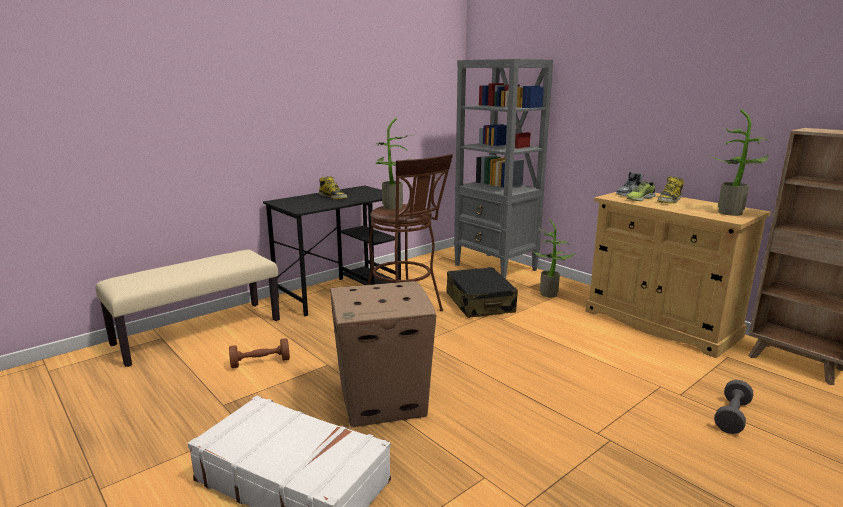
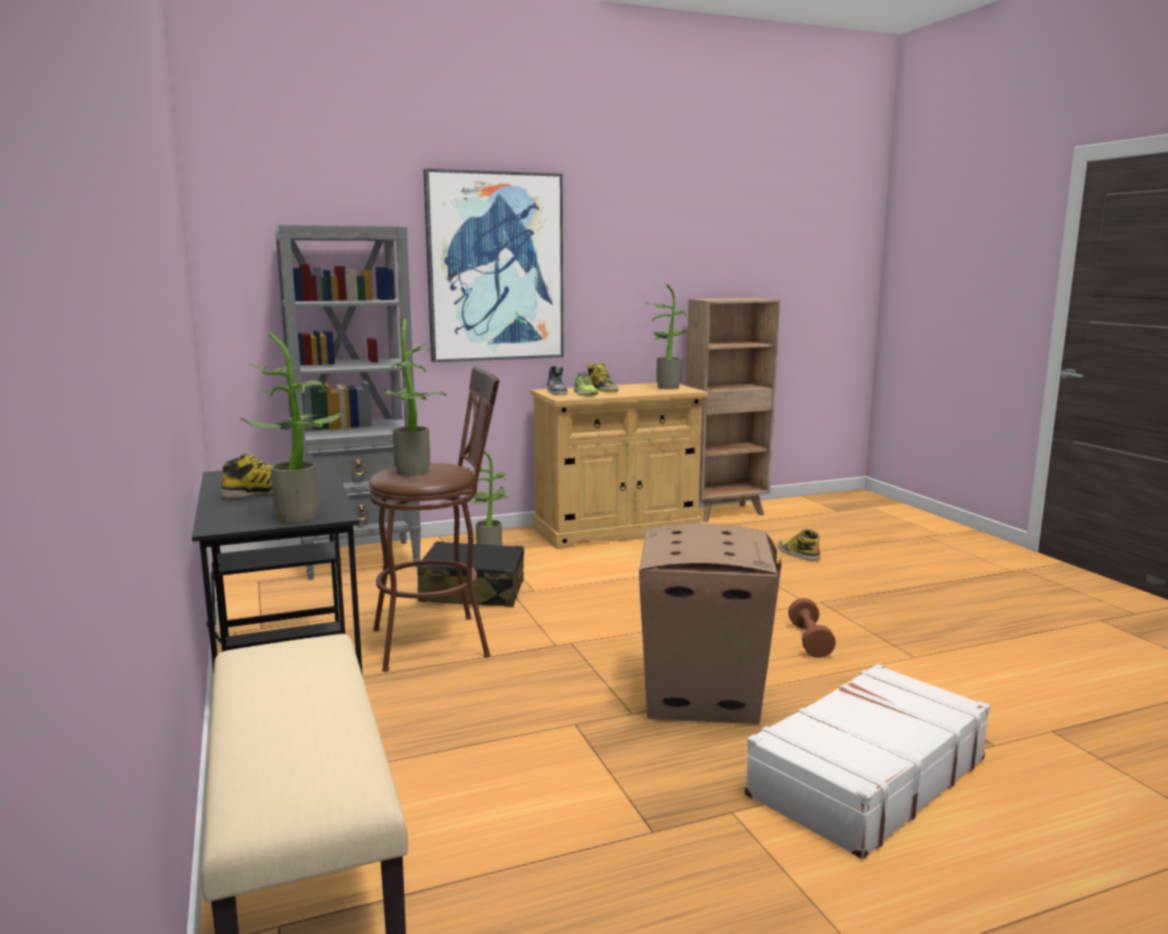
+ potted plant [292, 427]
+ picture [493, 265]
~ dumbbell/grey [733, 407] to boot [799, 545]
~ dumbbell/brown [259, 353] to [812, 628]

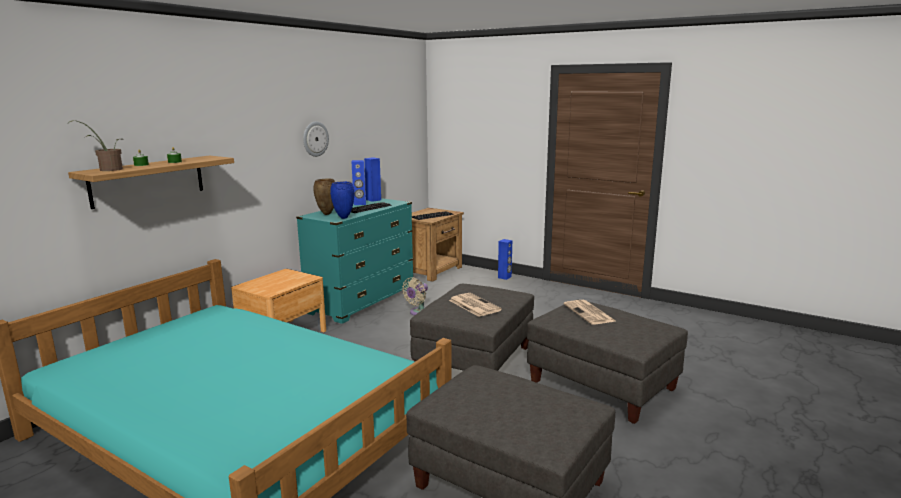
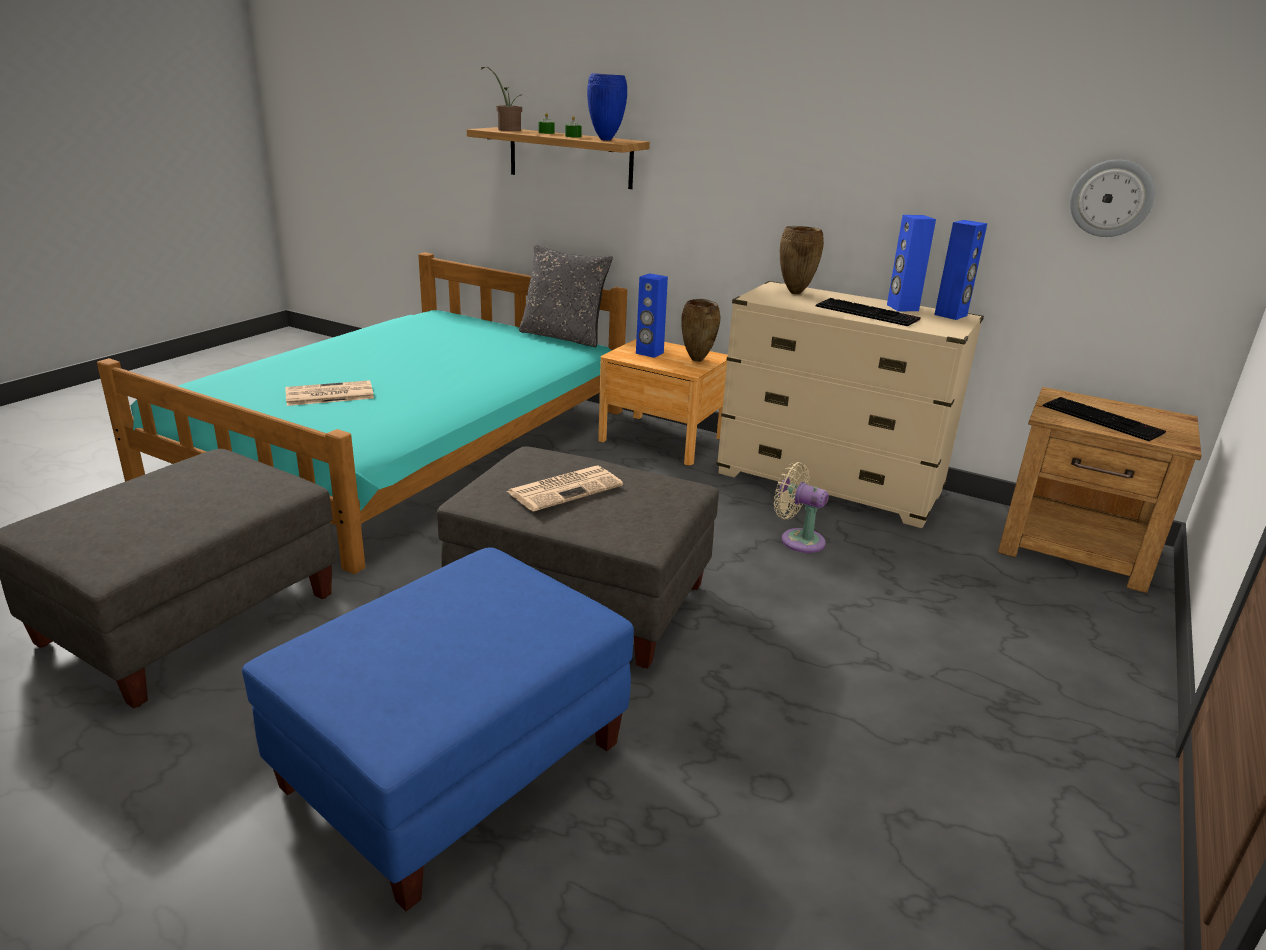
~ ottoman/grey [607, 363] to ottoman/blue [438, 729]
~ newspaper [590, 312] to [329, 393]
+ pillow/grey [566, 295]
~ vase/blue [342, 200] to [607, 106]
~ speaker/blue [505, 259] to [652, 315]
+ vase/brown [700, 330]
~ dresser/turquoise [354, 261] to dresser/beige [850, 404]
~ wall clock [316, 139] to [1112, 198]

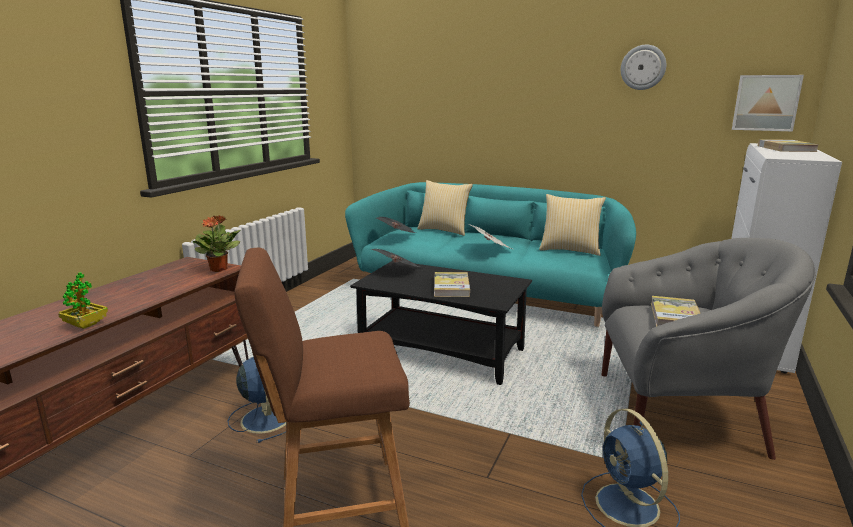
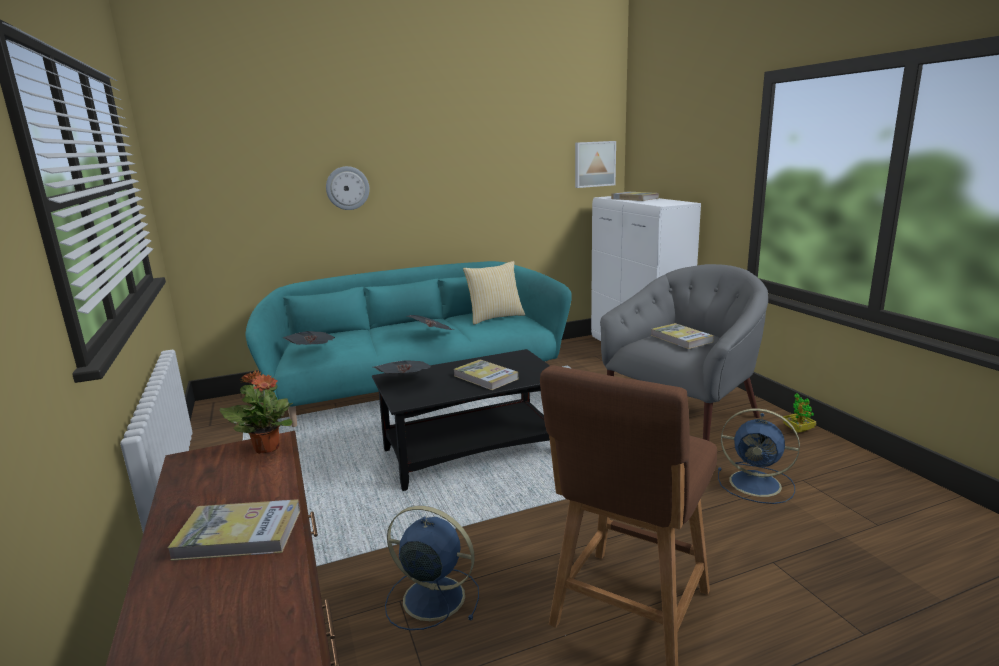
+ book [234, 530]
~ wall clock [643, 67] to [348, 188]
~ potted plant [83, 300] to [799, 413]
- pillow [445, 208]

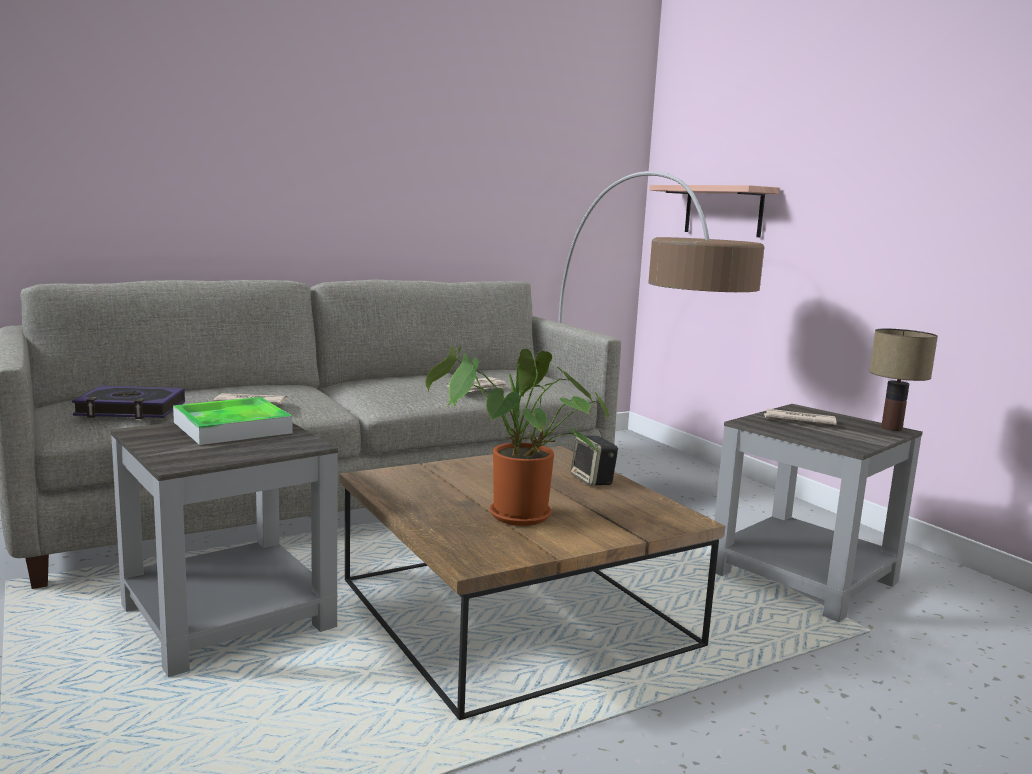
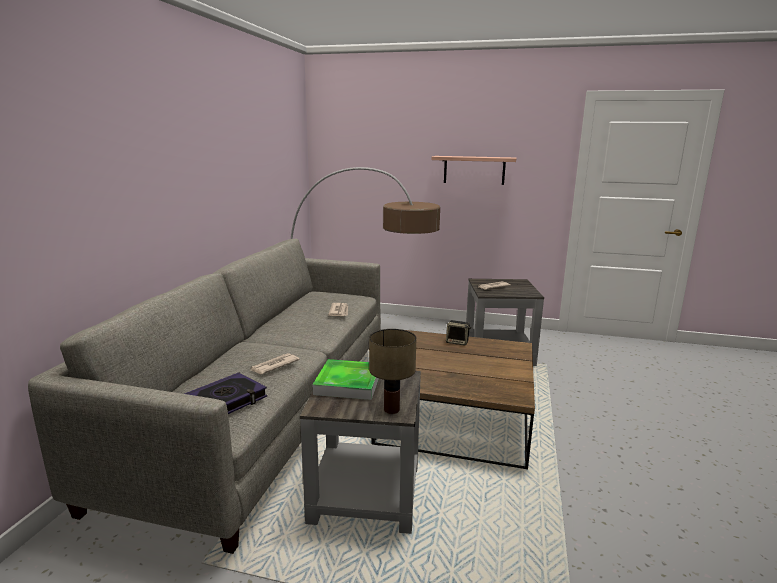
~ table lamp [903, 380] to [393, 371]
~ shelf [714, 211] to [473, 170]
- potted plant [517, 436]

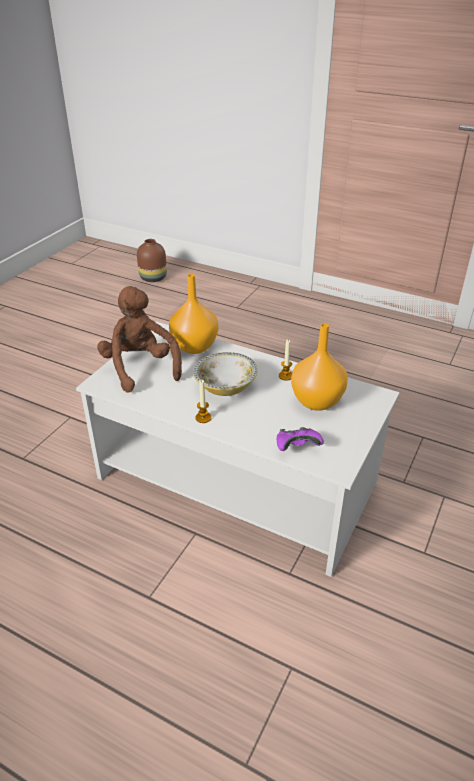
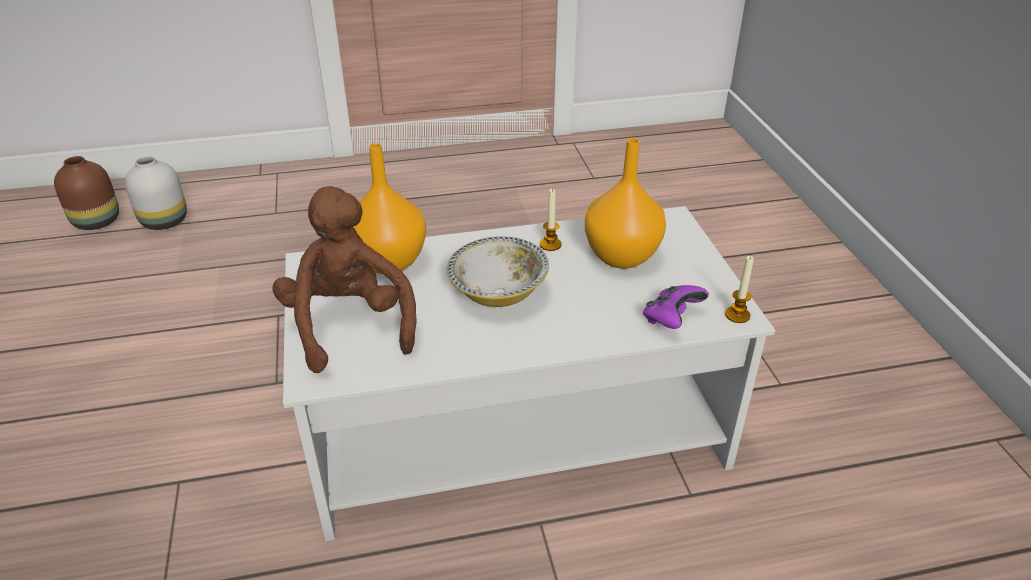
+ vase/white [156, 193]
~ plush toy/brown [139, 339] = [344, 279] 45 degrees clockwise
~ candle [203, 401] to [739, 289]

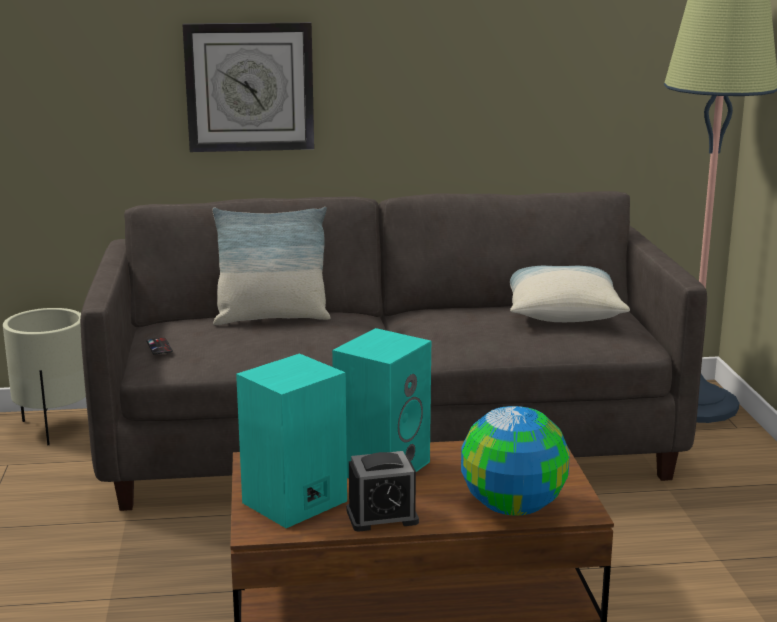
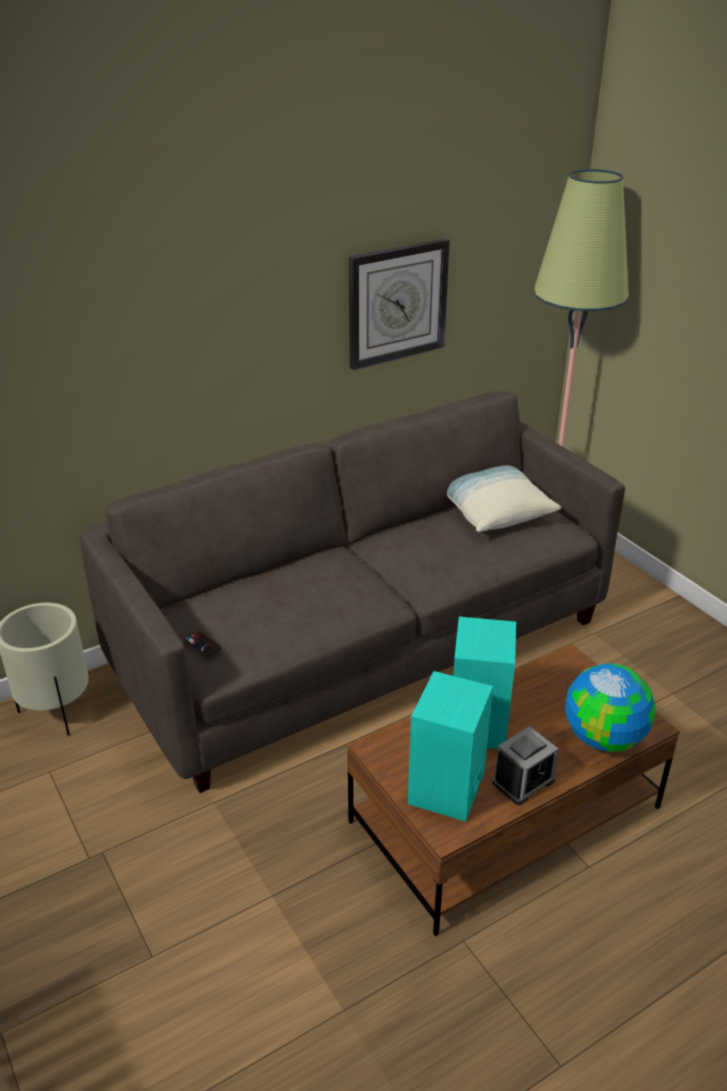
~ wall clock [248, 87] to [399, 304]
- pillow [271, 266]

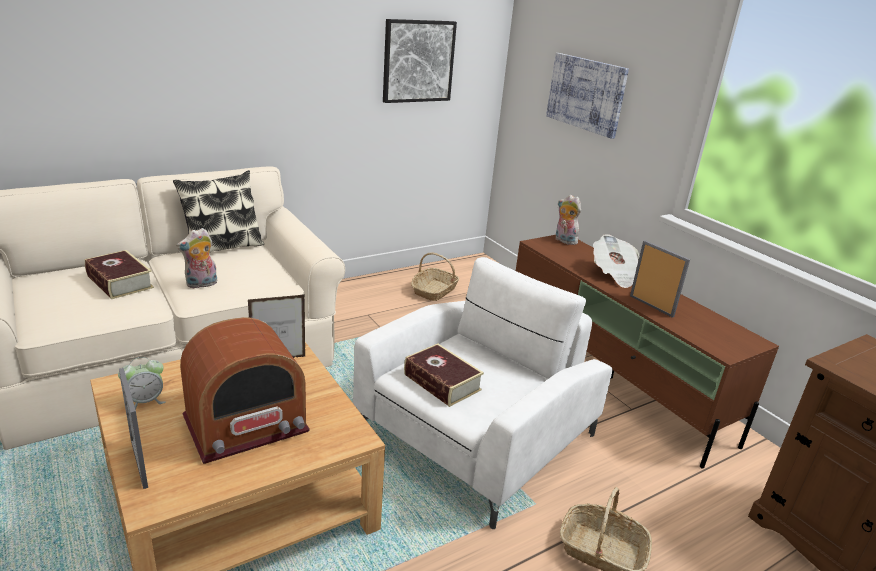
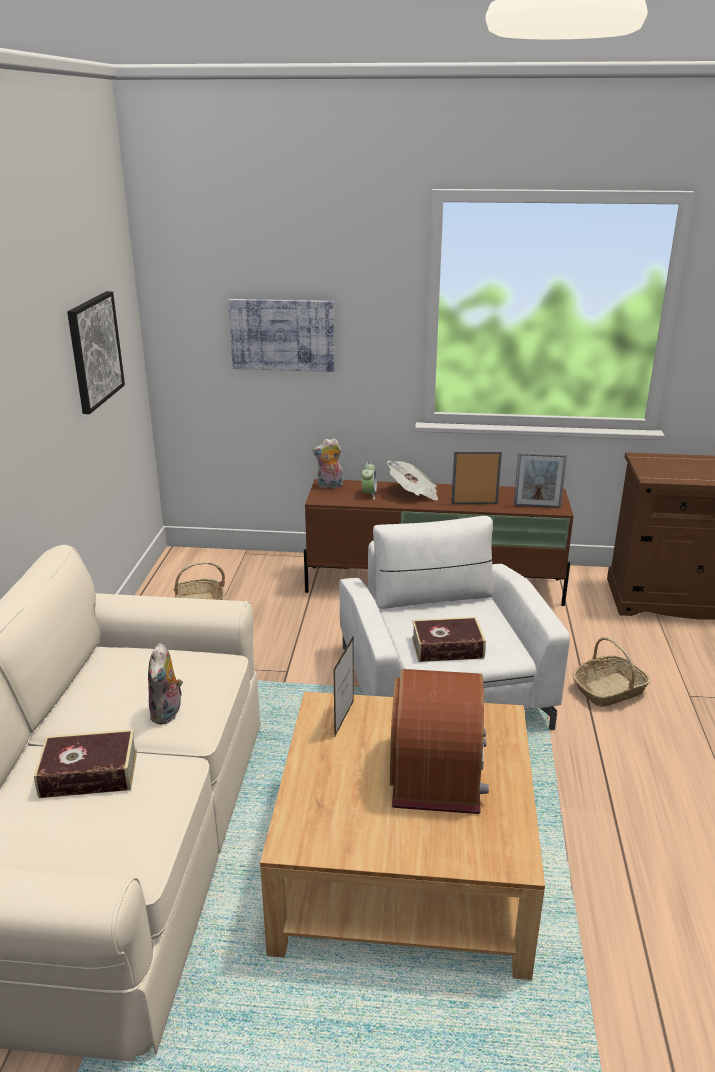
~ alarm clock [142, 383] to [369, 481]
~ picture frame [133, 428] to [540, 480]
- pillow [218, 211]

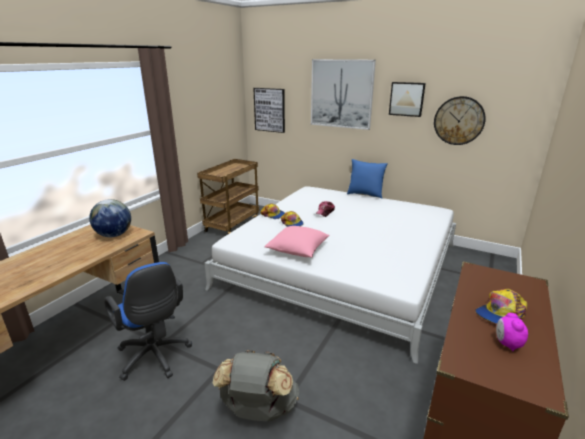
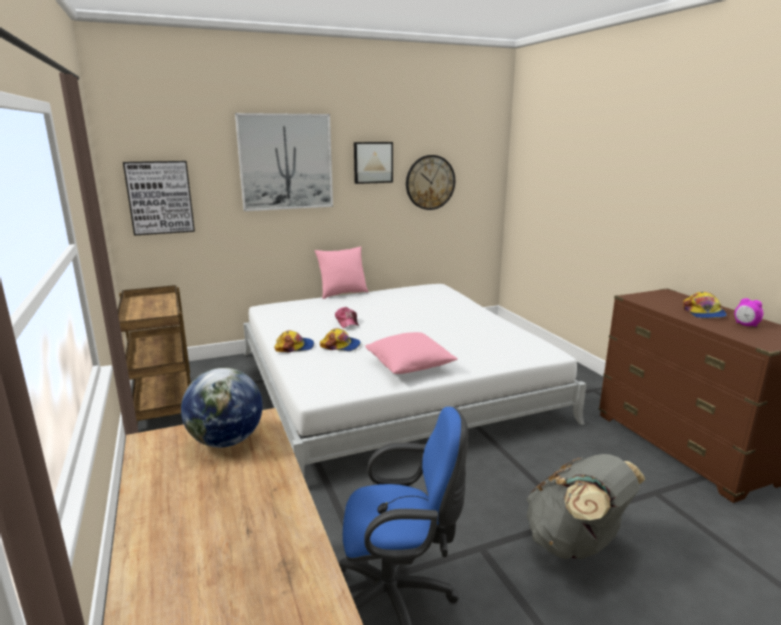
~ pillow/blue [367, 179] to pillow/pink [341, 273]

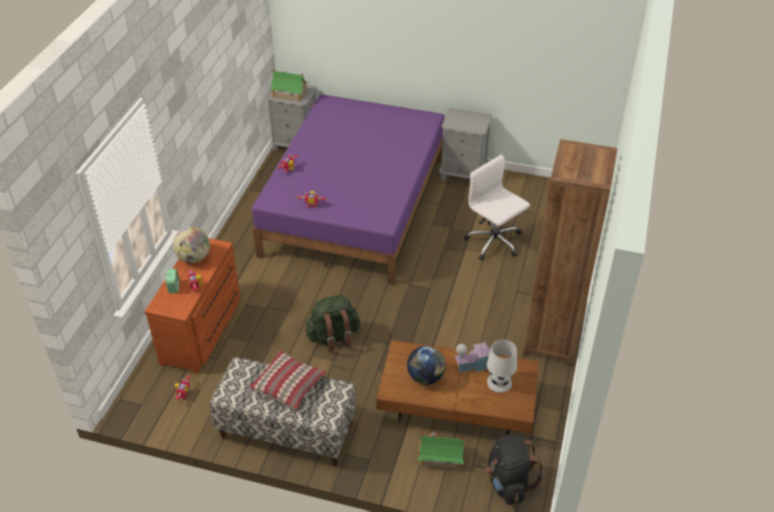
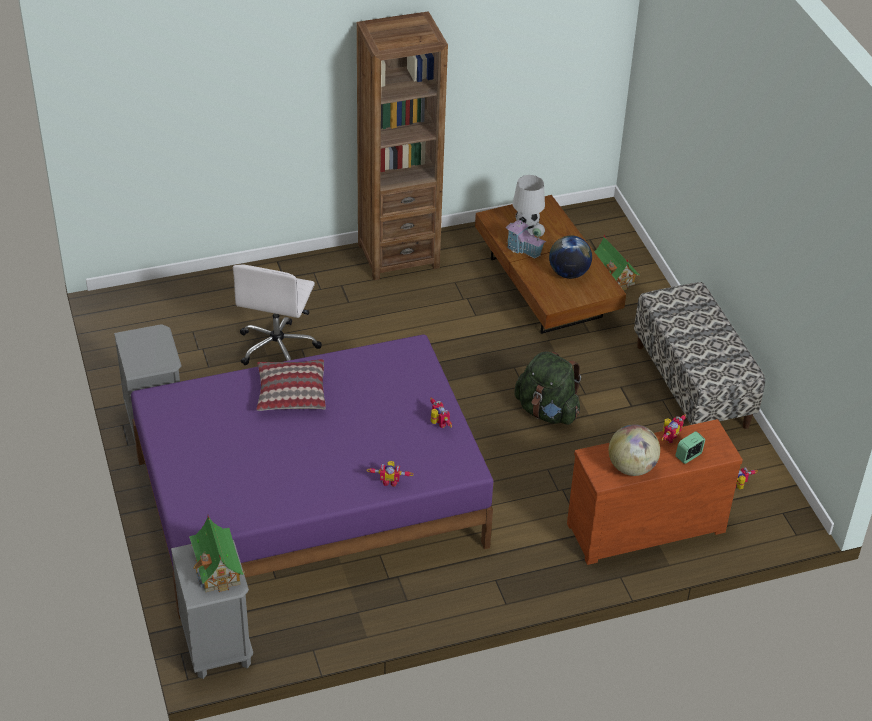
~ pillow [287, 380] to [291, 385]
- backpack/black [514, 470]

